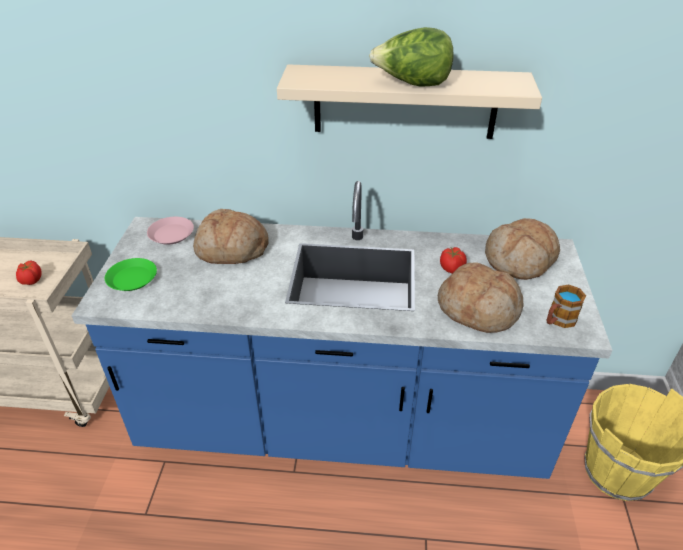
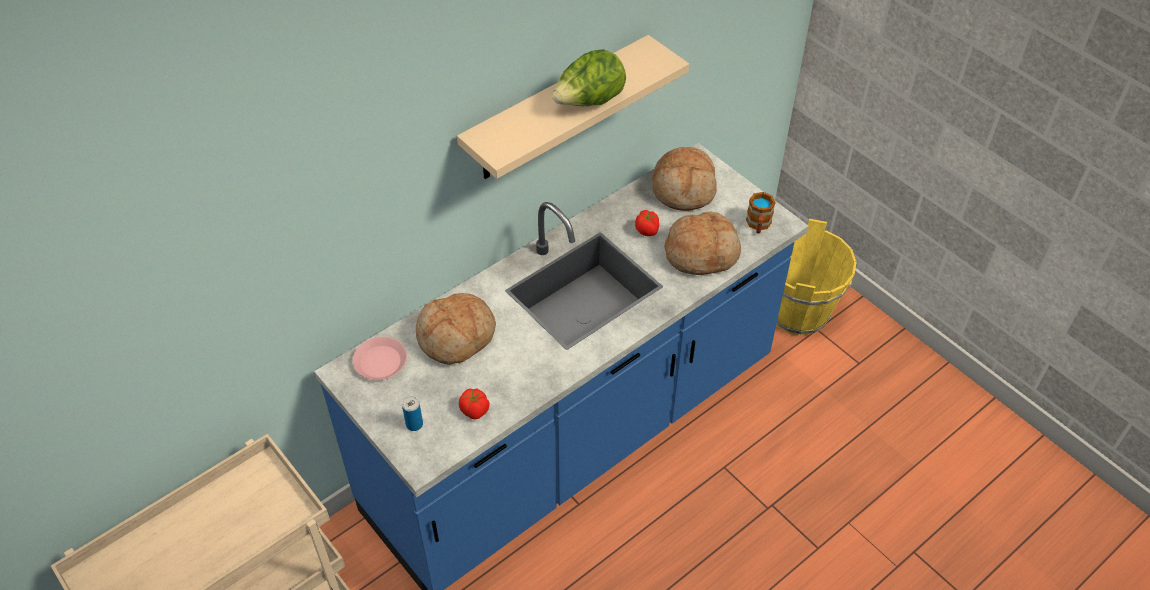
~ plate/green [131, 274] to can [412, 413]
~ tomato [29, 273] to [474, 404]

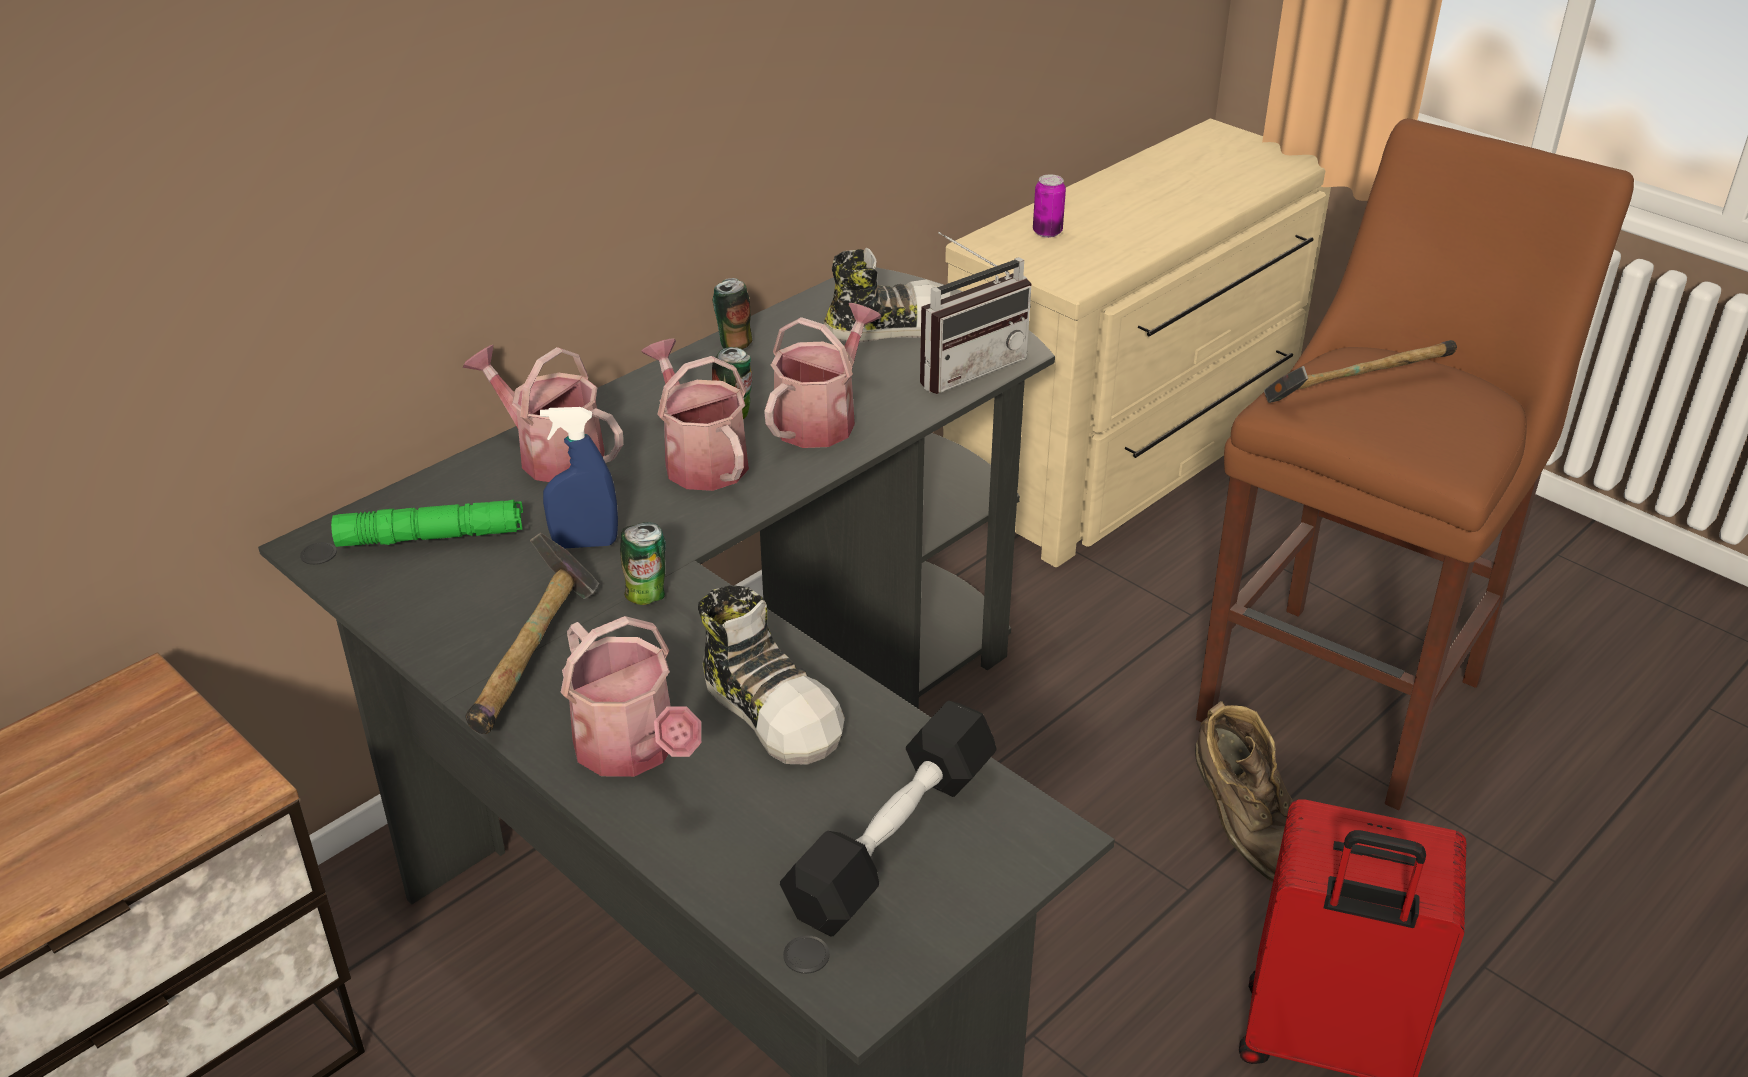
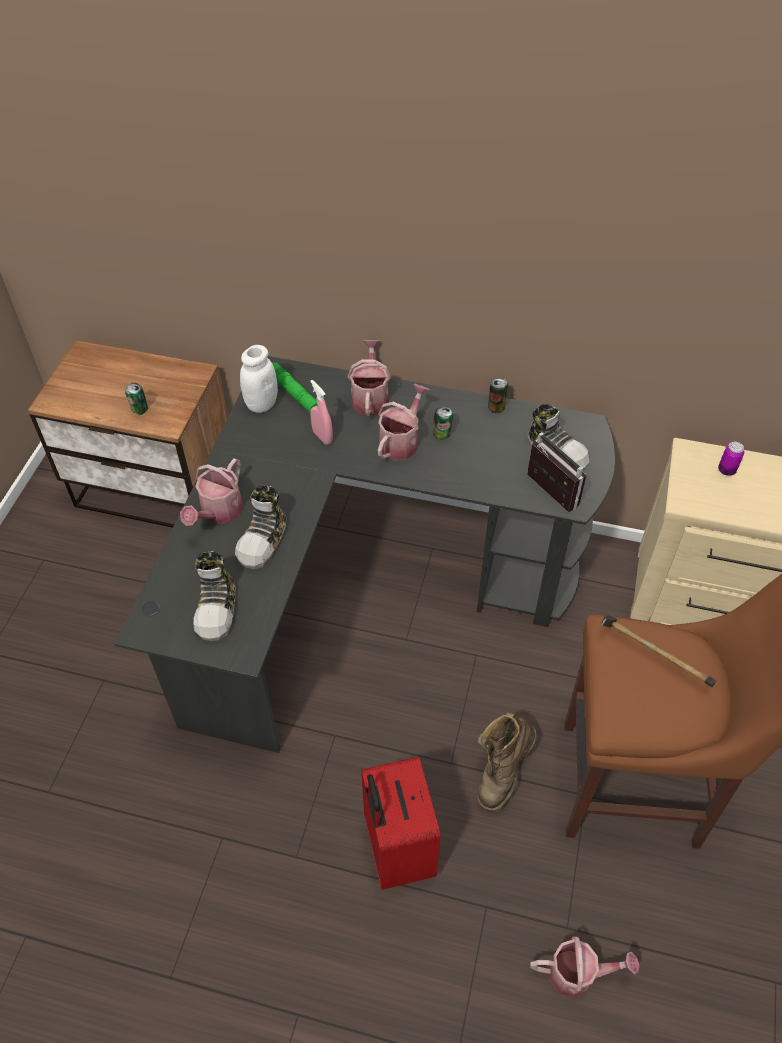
~ can [643, 563] to [136, 399]
~ dumbbell/black [888, 819] to shoe [214, 596]
+ jar/white [259, 379]
~ spray bottle/blue [579, 477] to spray bottle/pink [321, 412]
~ radio [975, 313] = [556, 472] 150 degrees counterclockwise
~ watering can [822, 375] to [584, 967]
- hammer [532, 633]

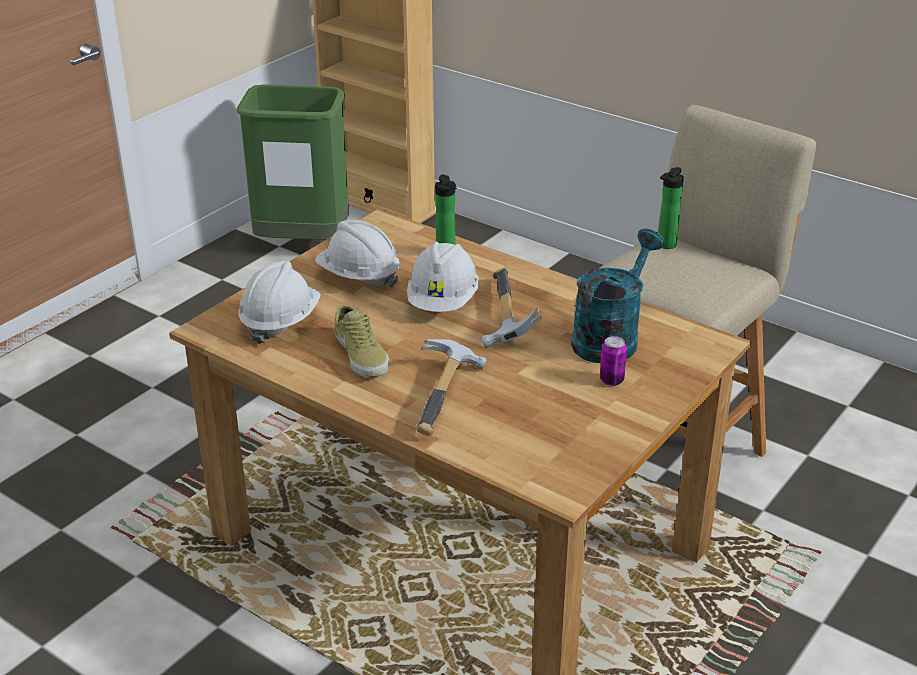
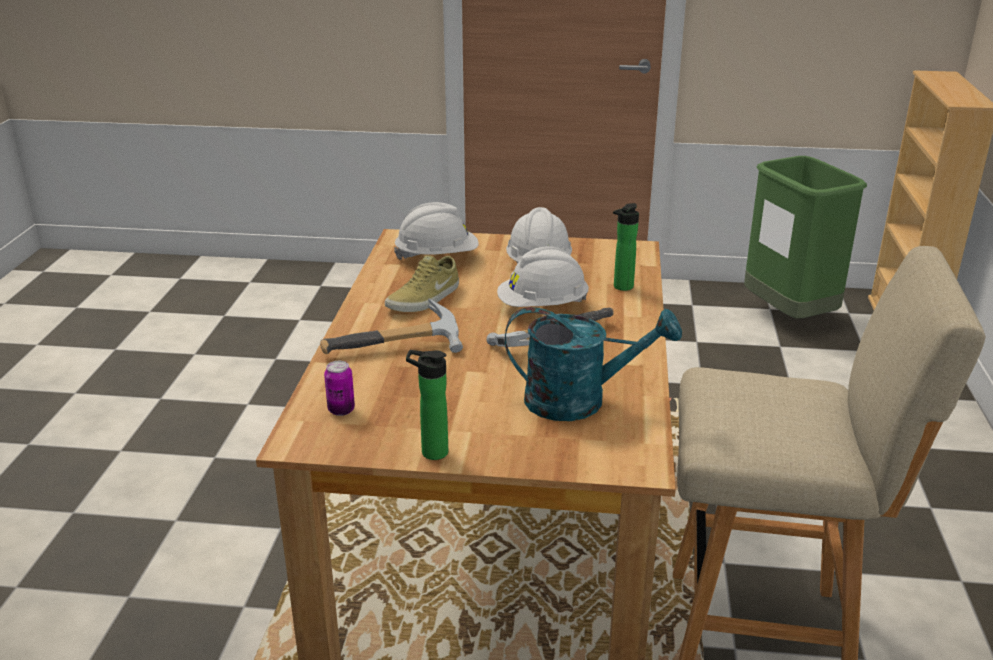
~ can [613, 361] to [339, 388]
~ bottle [671, 208] to [427, 405]

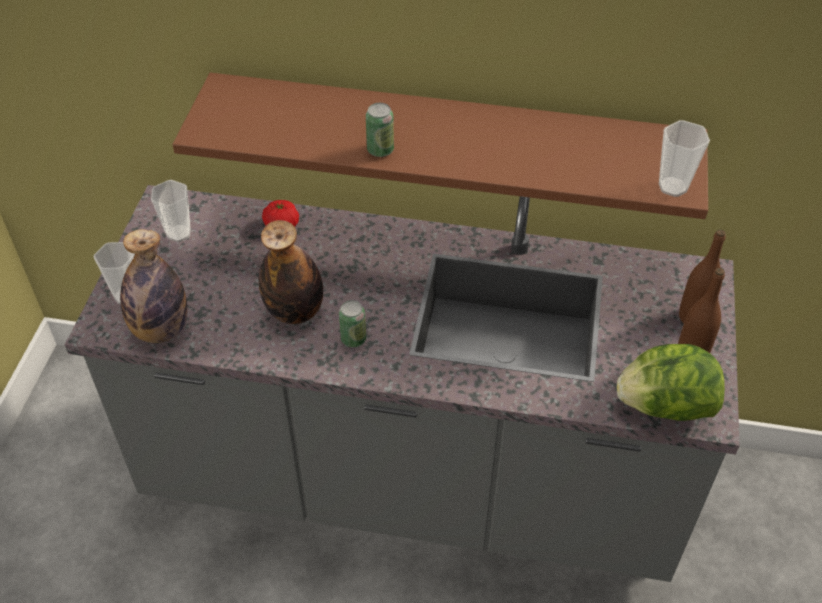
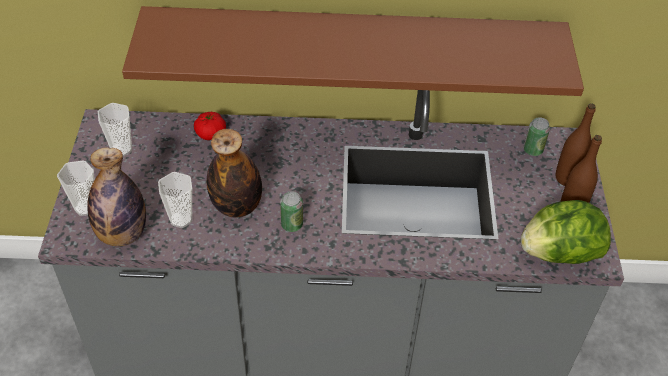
~ cup [684, 158] to [175, 200]
~ can [380, 130] to [536, 136]

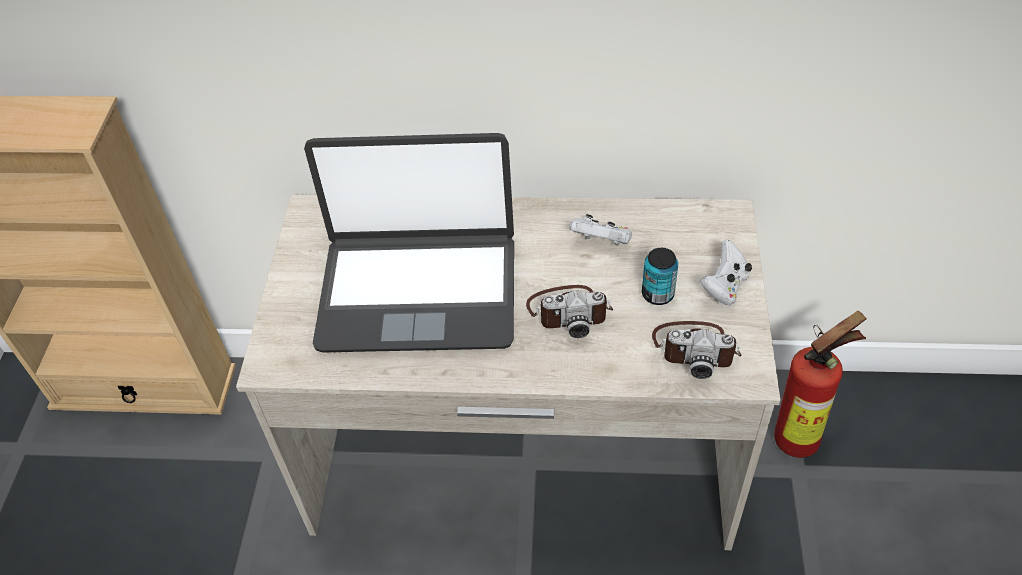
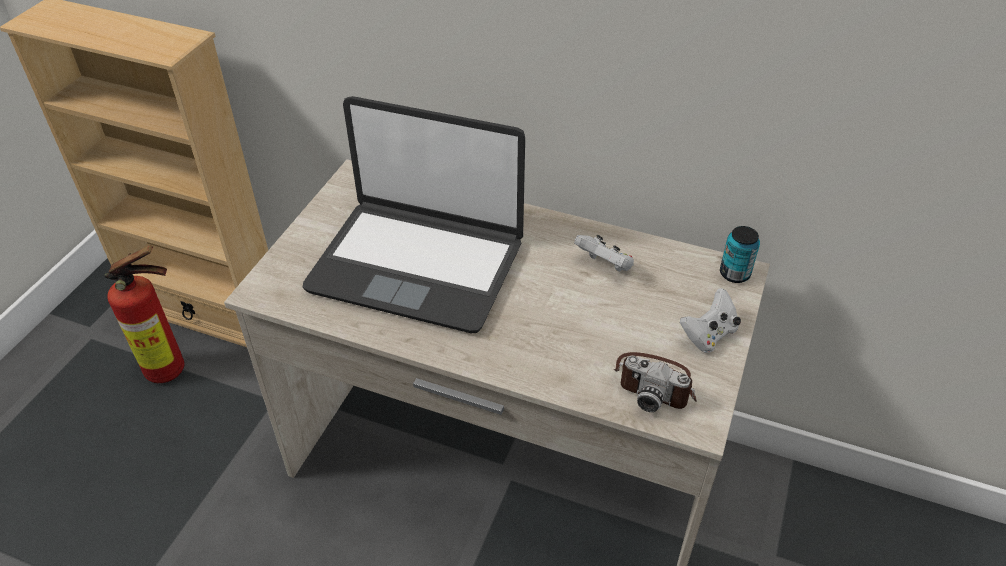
~ fire extinguisher [820, 384] to [145, 314]
~ can [660, 276] to [740, 254]
- photo camera [569, 311]

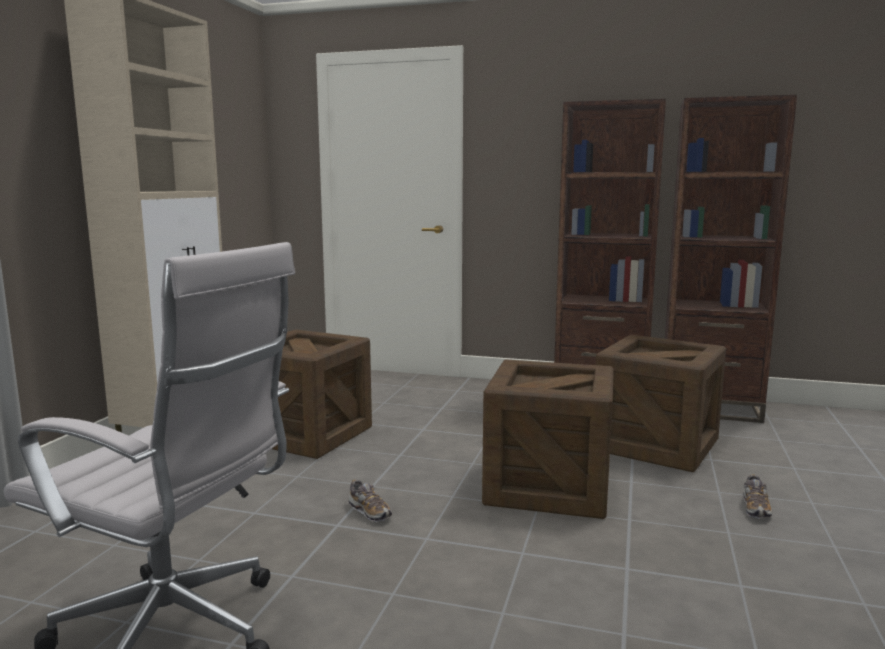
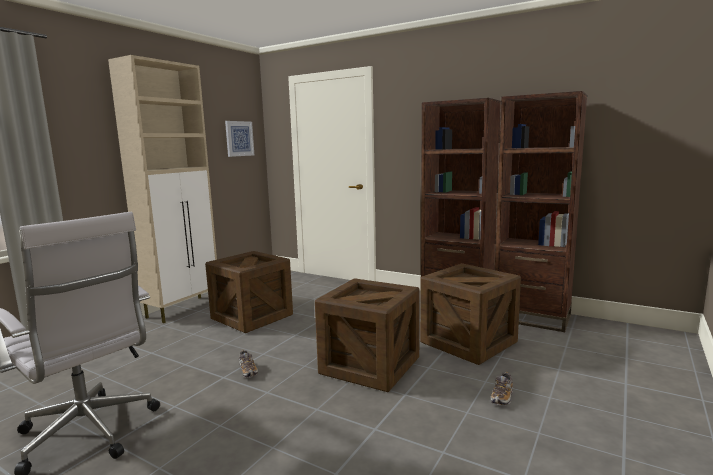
+ picture [239, 139]

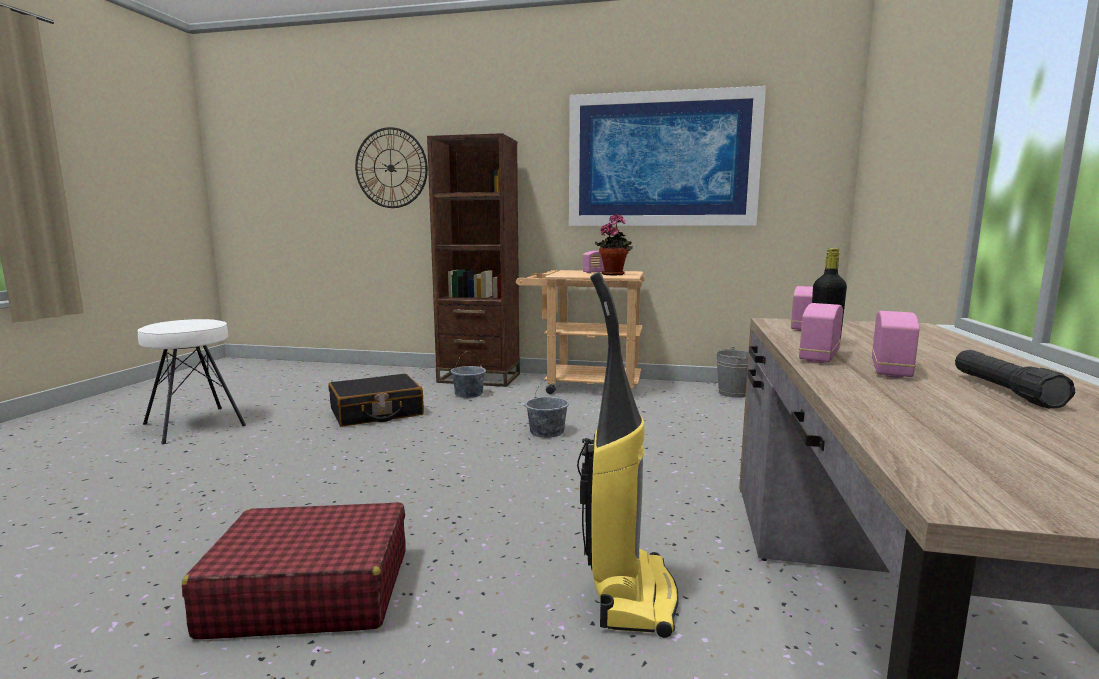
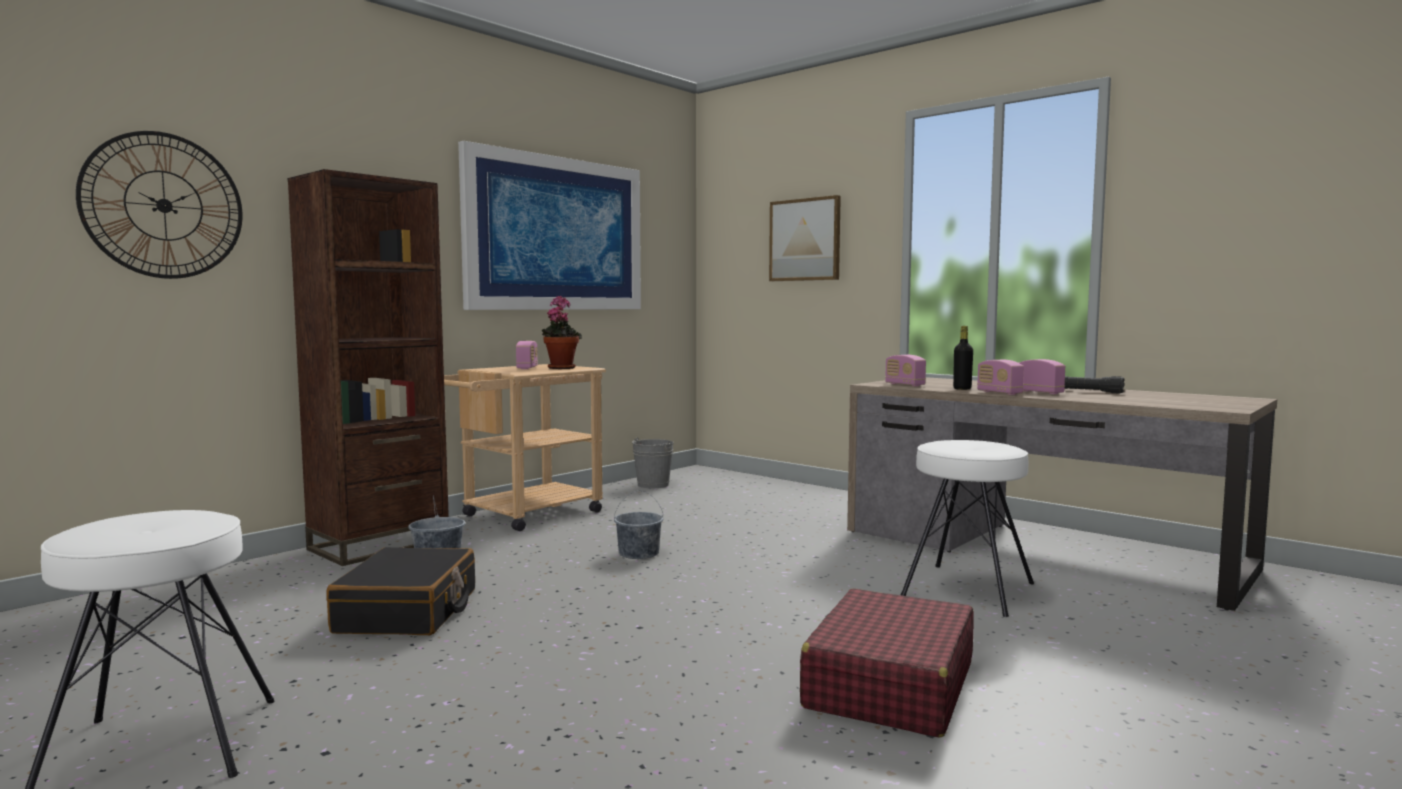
+ picture [805, 238]
~ vacuum cleaner [628, 455] to stool/white [967, 528]

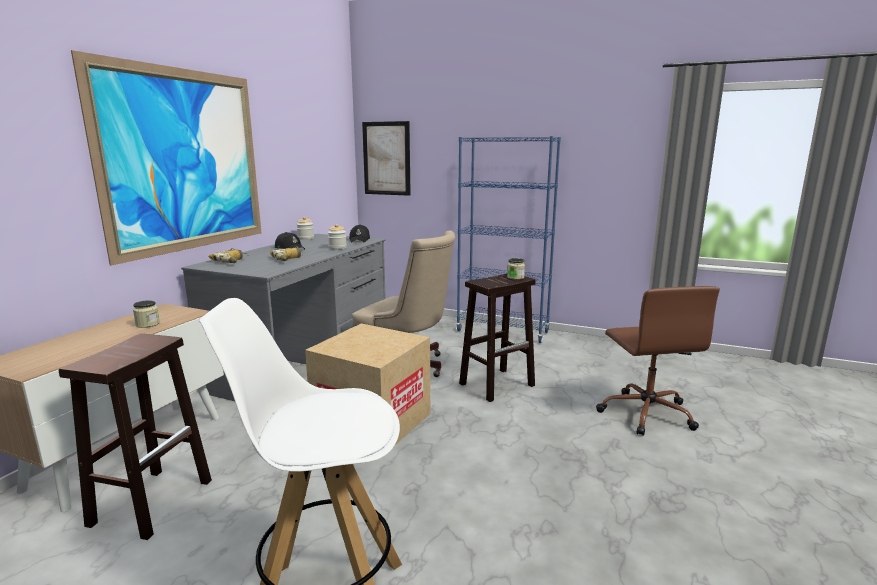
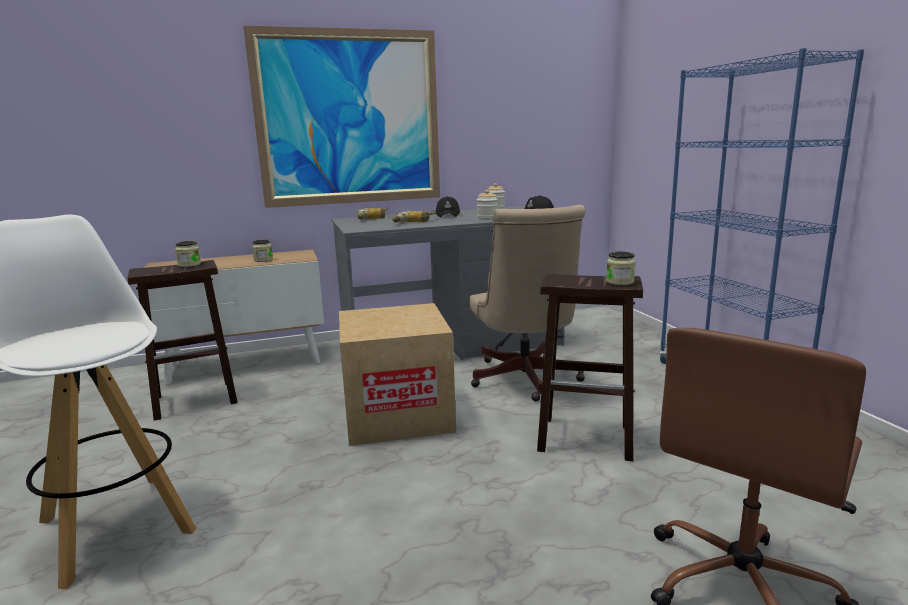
+ jar [188, 254]
- picture [386, 158]

